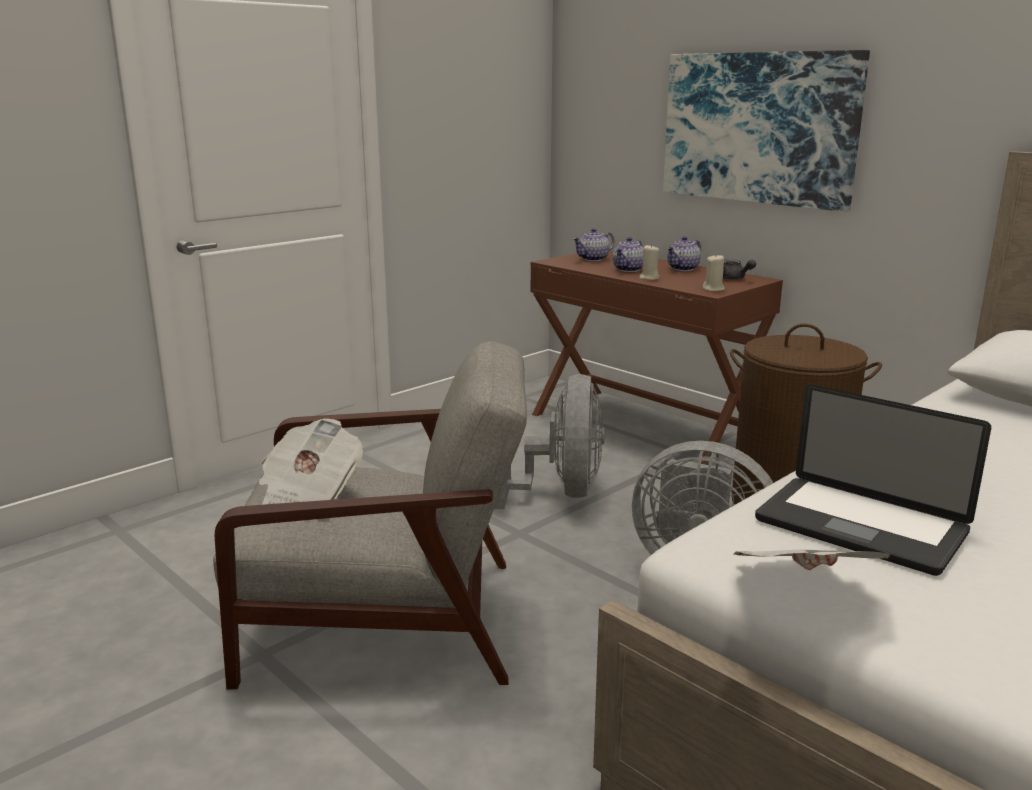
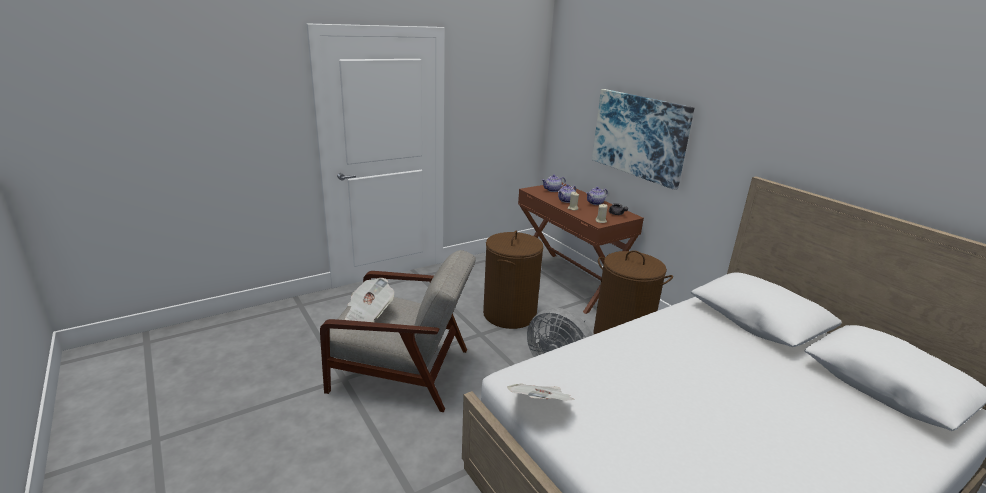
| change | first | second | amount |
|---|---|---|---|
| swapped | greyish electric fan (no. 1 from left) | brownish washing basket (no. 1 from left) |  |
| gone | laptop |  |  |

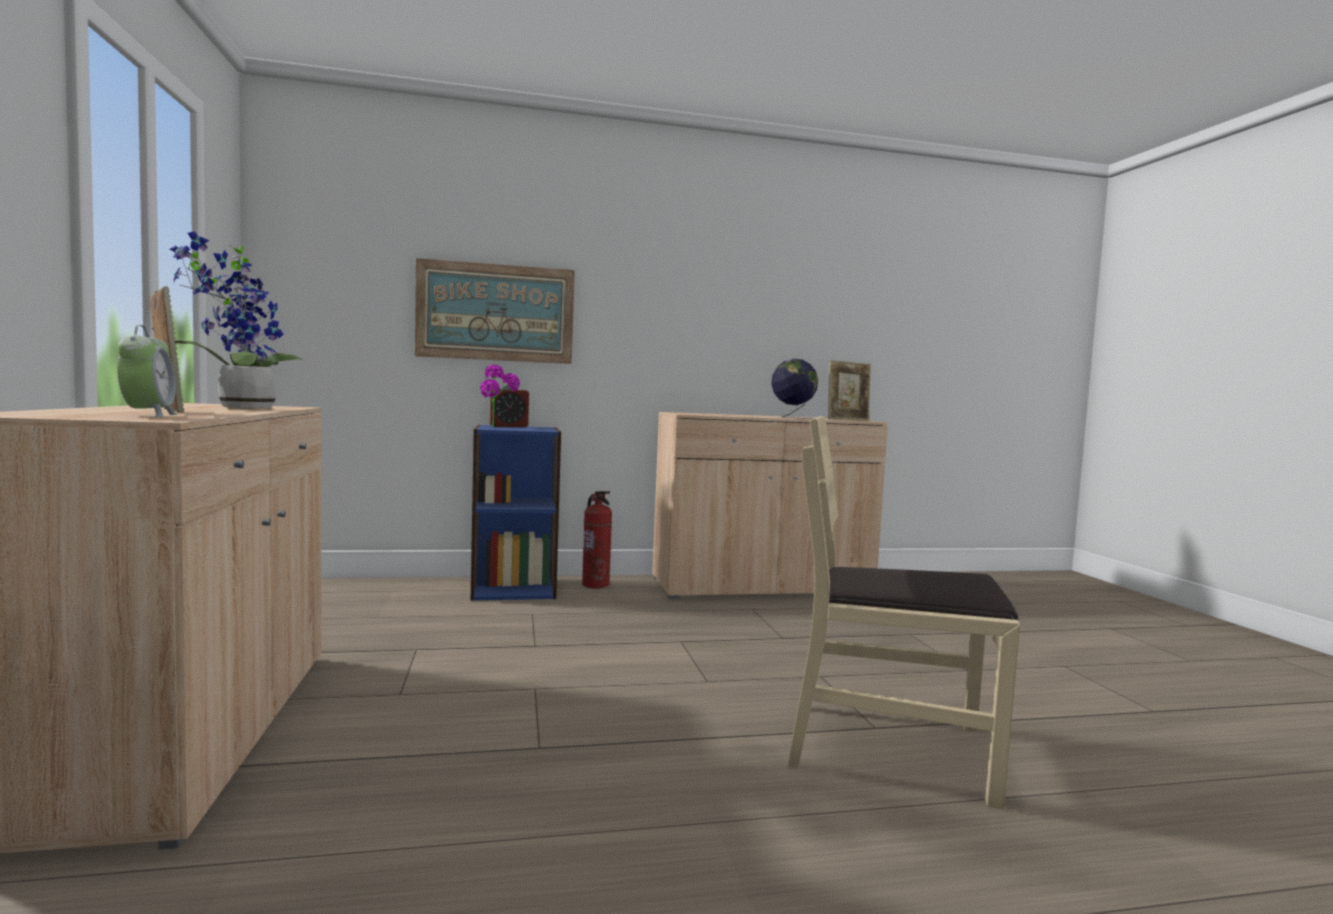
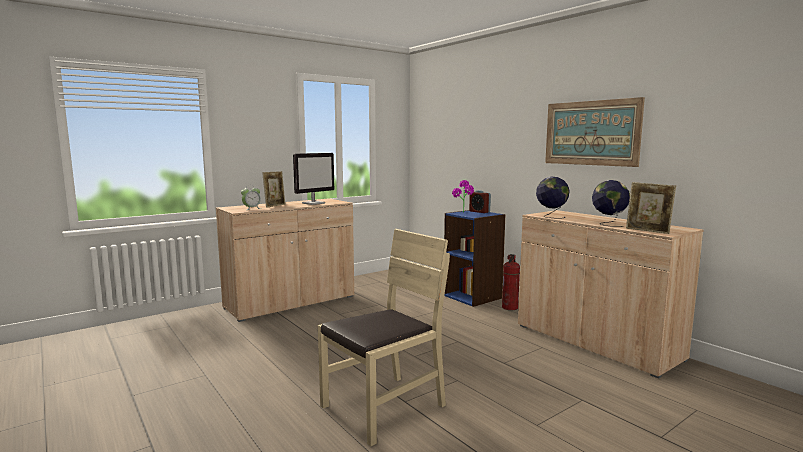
| change | first | second | amount |
|---|---|---|---|
| swapped | potted plant (no. 1 from left) | computer screen |  |
| shifted | picture |  |  |
| rotated | beige-coloured chair |  | 60 degrees clockwise |
| new |  | world globe (no. 1 from left) |  |

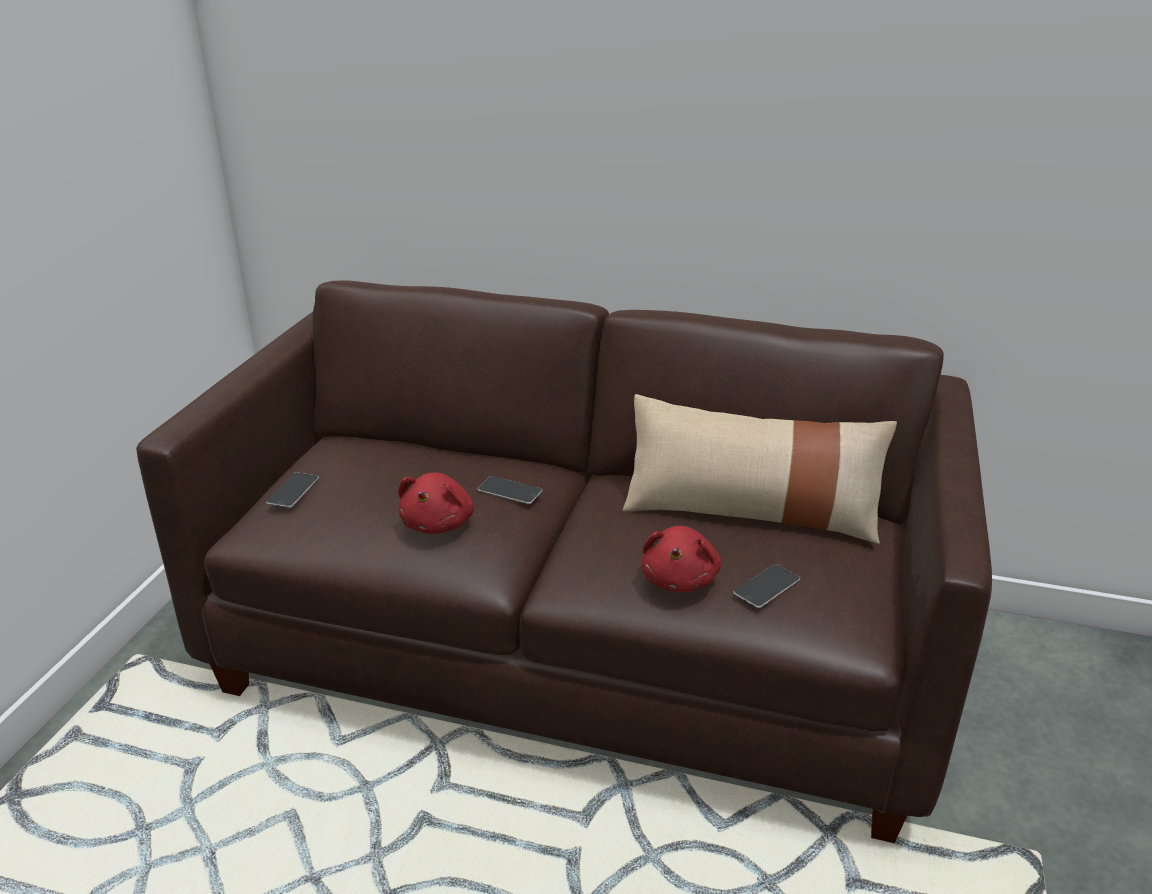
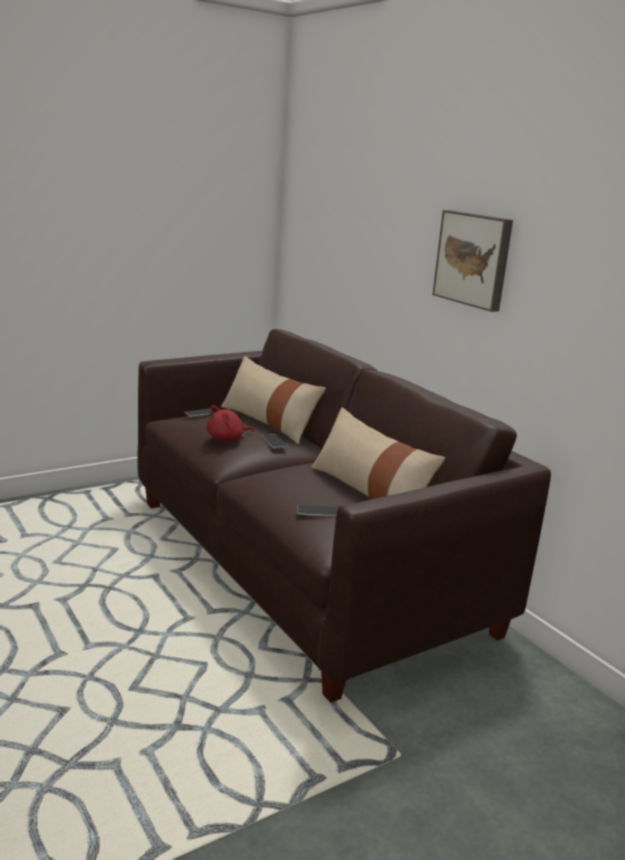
| change | first | second | amount |
|---|---|---|---|
| gone | red-coloured cuddly toy (no. 2 from left) |  |  |
| new |  | beige-coloured throw pillow (no. 1 from left) |  |
| new |  | picture |  |

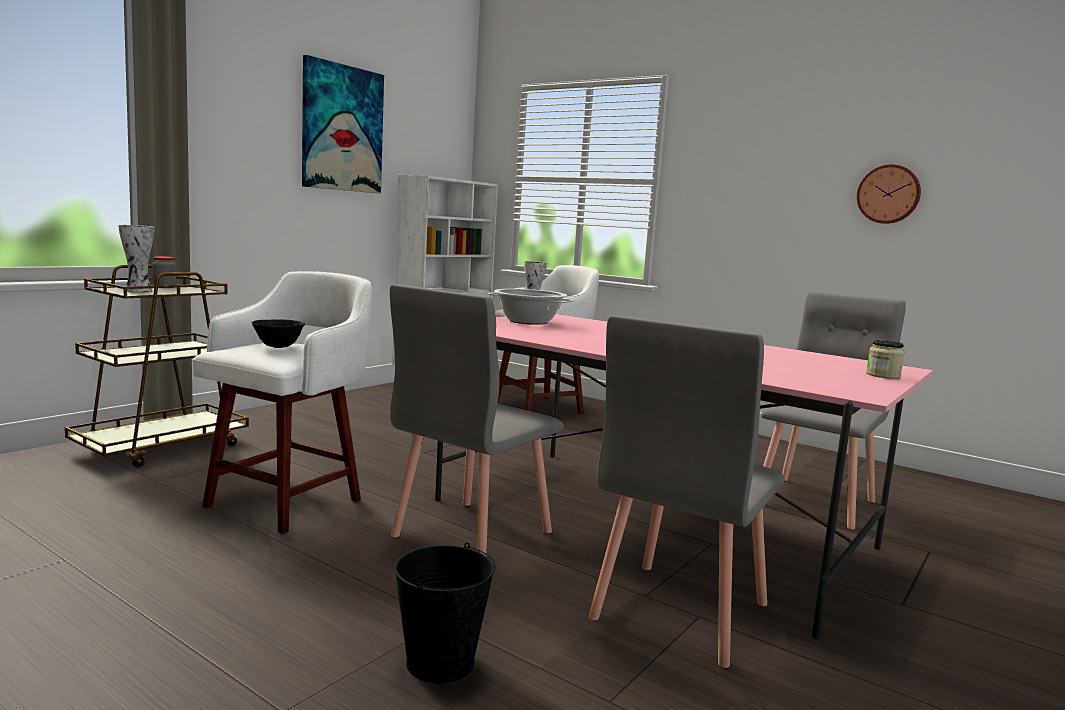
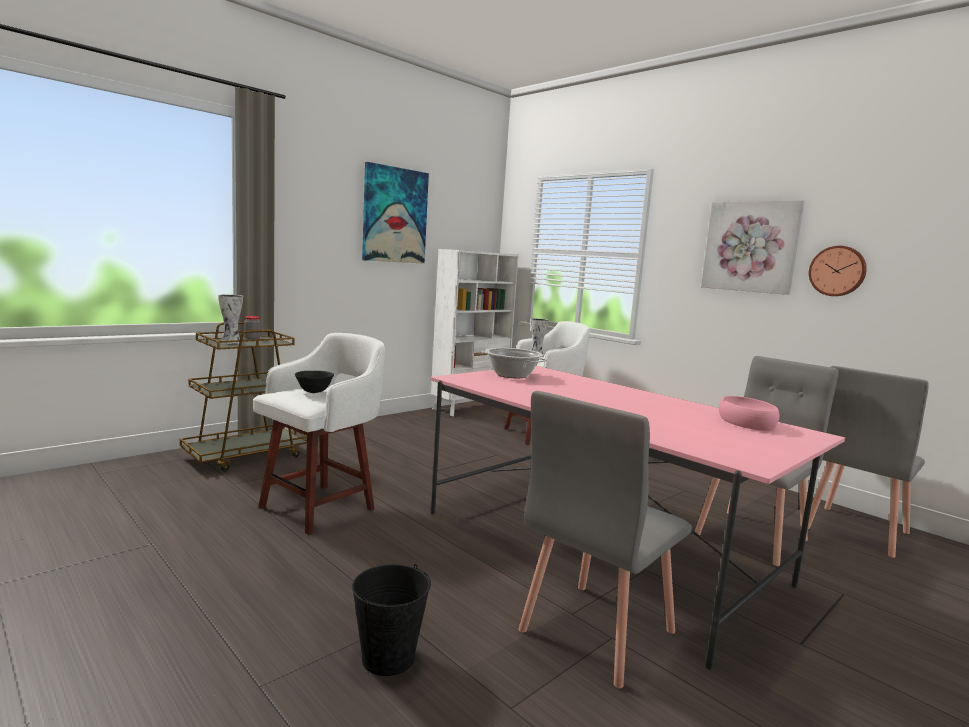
| change | first | second | amount |
|---|---|---|---|
| shifted | greyish chair (no. 1 from left in the first image) | greyish chair (no. 3 from left) |  |
| gone | jar (no. 2 from left) |  |  |
| new |  | picture (no. 2 from left) |  |
| new |  | pink bowl |  |

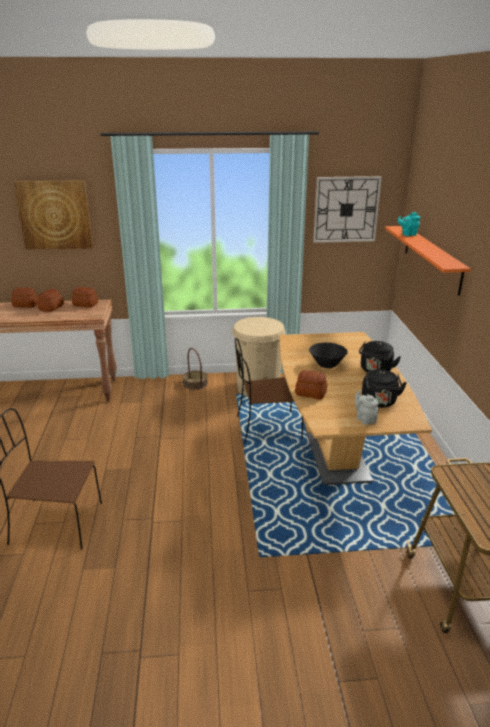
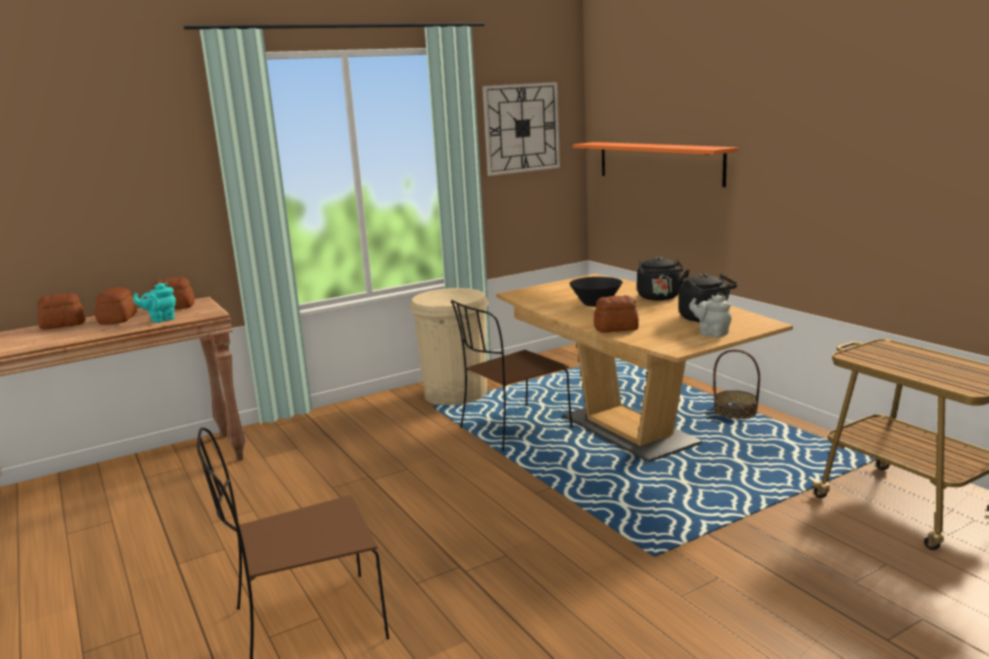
| change | first | second | amount |
|---|---|---|---|
| gone | picture |  |  |
| shifted | basket |  |  |
| shifted | turquoise-coloured pot for tea |  |  |

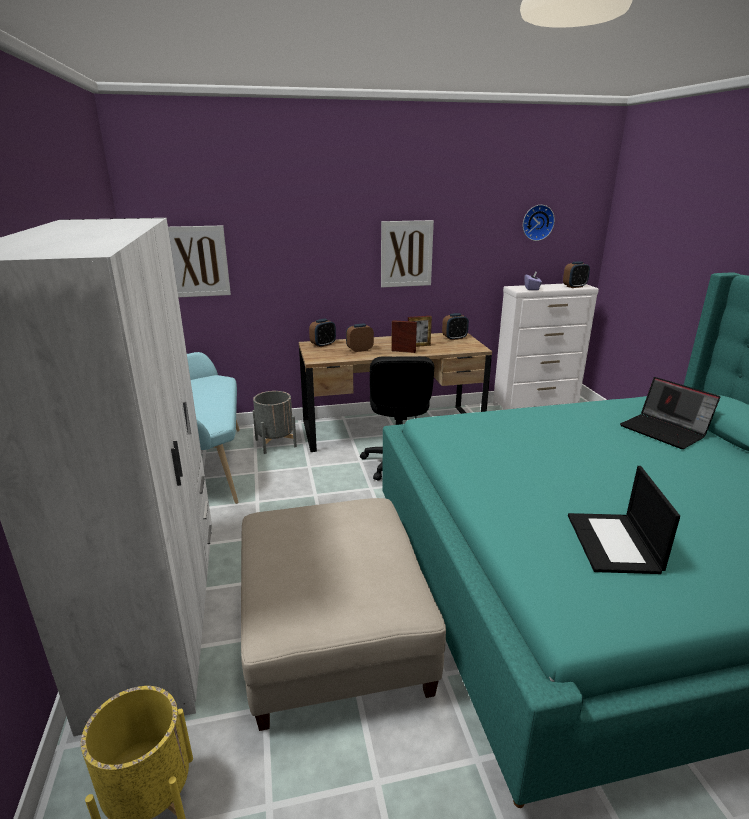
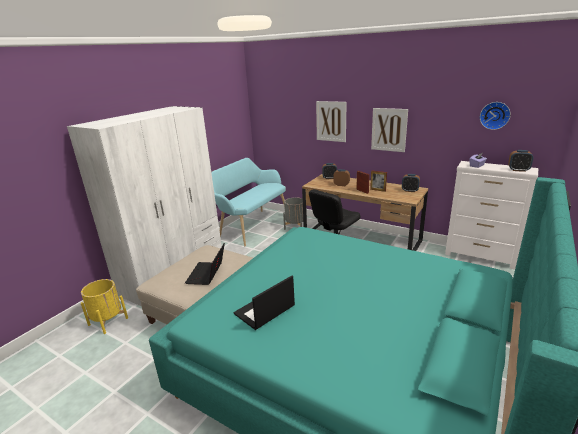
| change | first | second | amount |
|---|---|---|---|
| shifted | picture (no. 1 from left) |  |  |
| shifted | laptop (no. 2 from left in the first image) | laptop (no. 1 from left) |  |

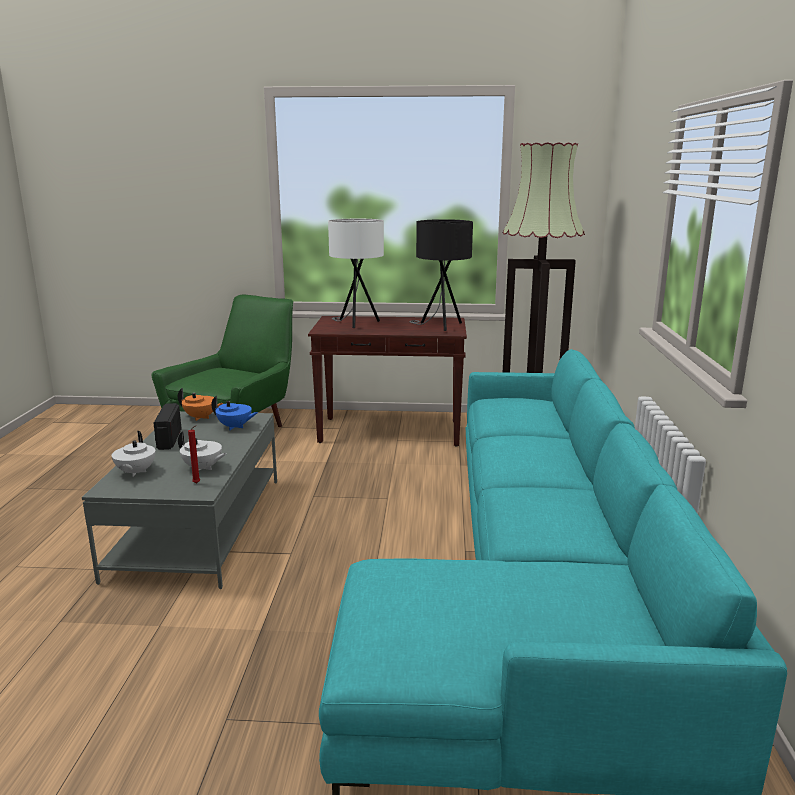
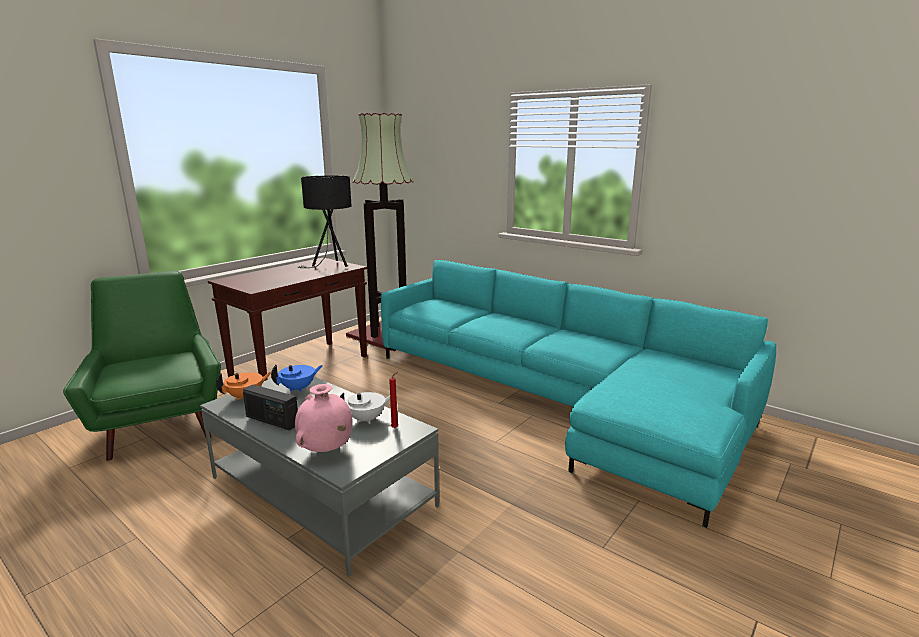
| change | first | second | amount |
|---|---|---|---|
| swapped | whitish pot for tea (no. 1 from left) | pink flower vase |  |
| gone | whitish table lamp |  |  |

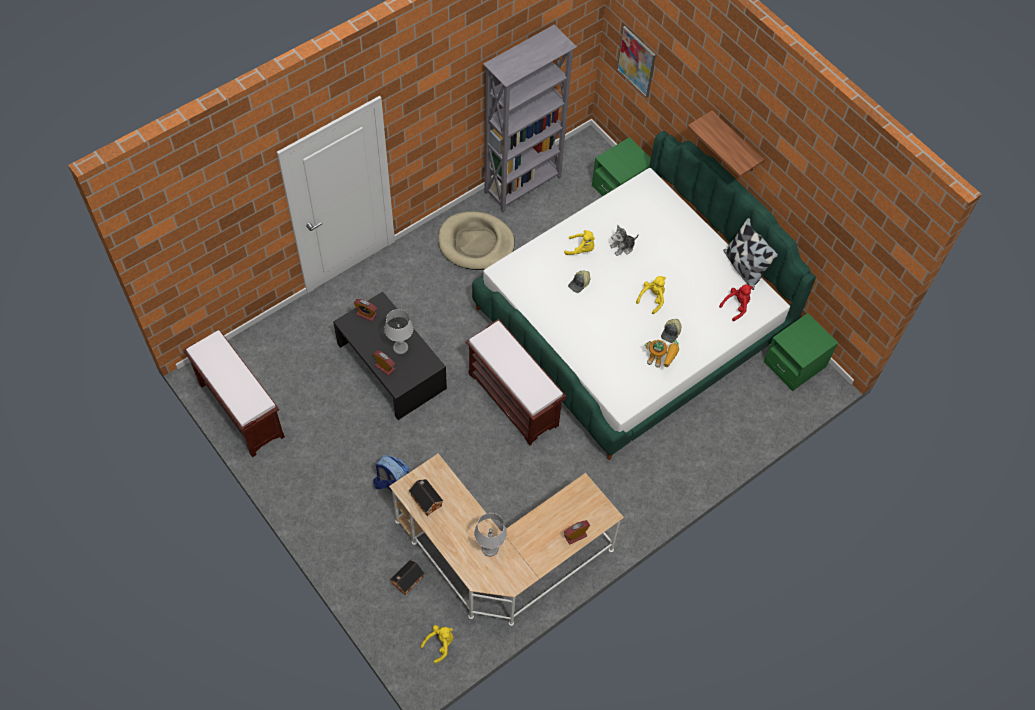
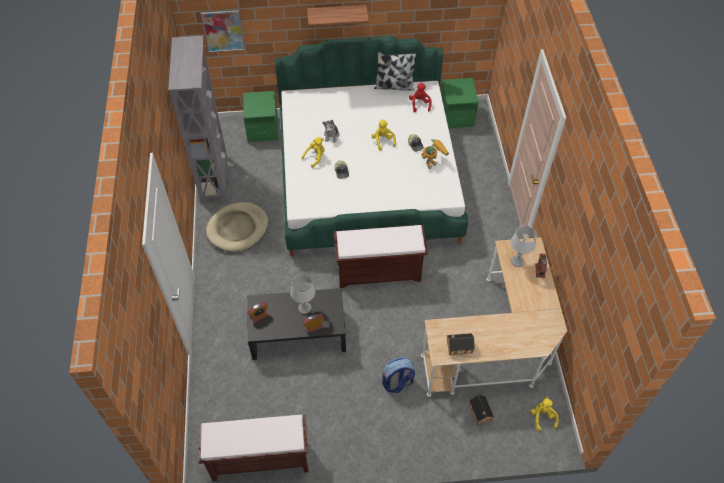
| change | first | second | amount |
|---|---|---|---|
| shifted | greyish table lamp (no. 2 from left) |  |  |

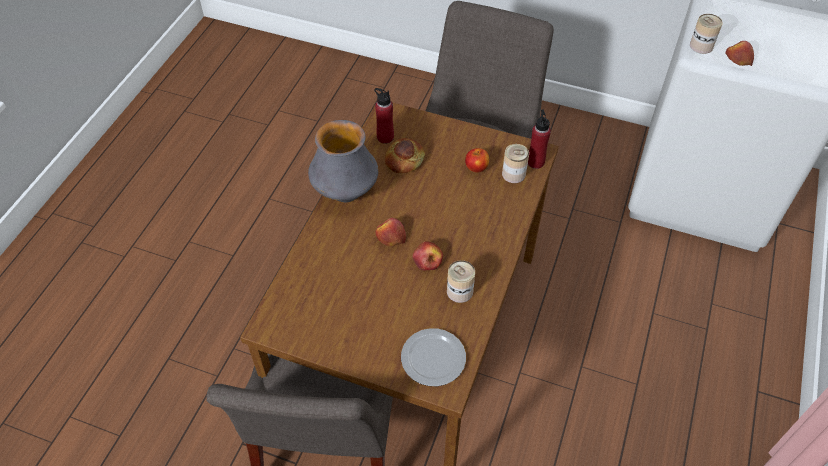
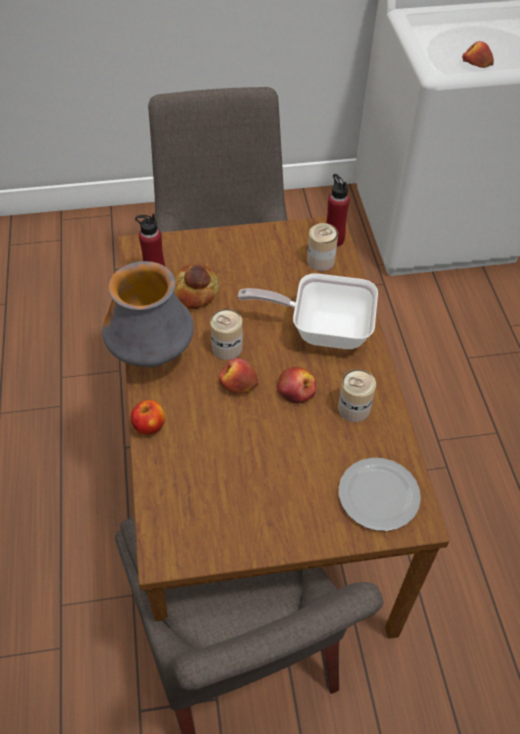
| change | first | second | amount |
|---|---|---|---|
| shifted | apple (no. 3 from left in the first image) | apple (no. 1 from left) |  |
| shifted | metal can (no. 3 from left in the first image) | metal can (no. 1 from left) |  |
| new |  | skillet |  |

